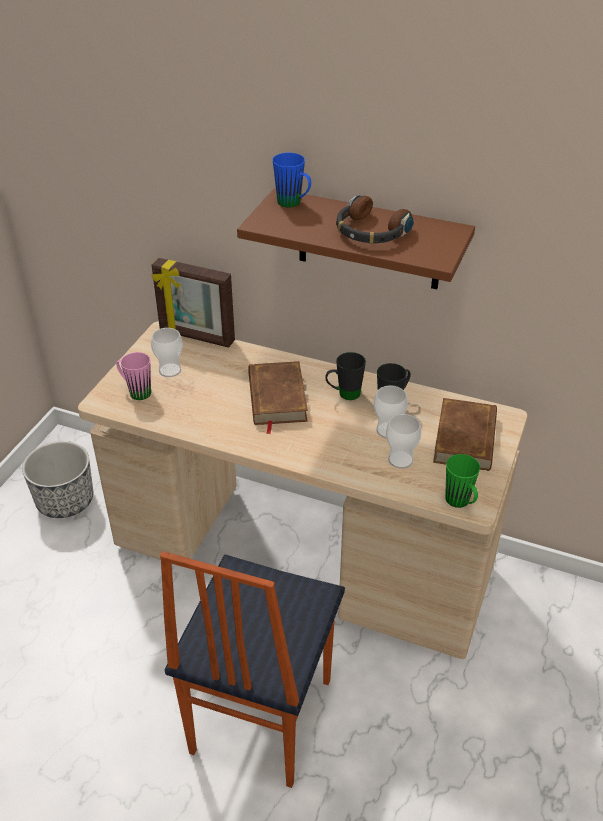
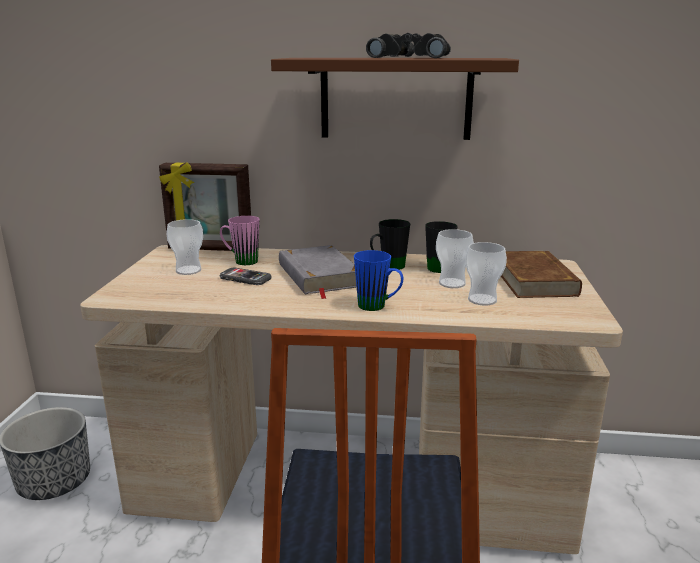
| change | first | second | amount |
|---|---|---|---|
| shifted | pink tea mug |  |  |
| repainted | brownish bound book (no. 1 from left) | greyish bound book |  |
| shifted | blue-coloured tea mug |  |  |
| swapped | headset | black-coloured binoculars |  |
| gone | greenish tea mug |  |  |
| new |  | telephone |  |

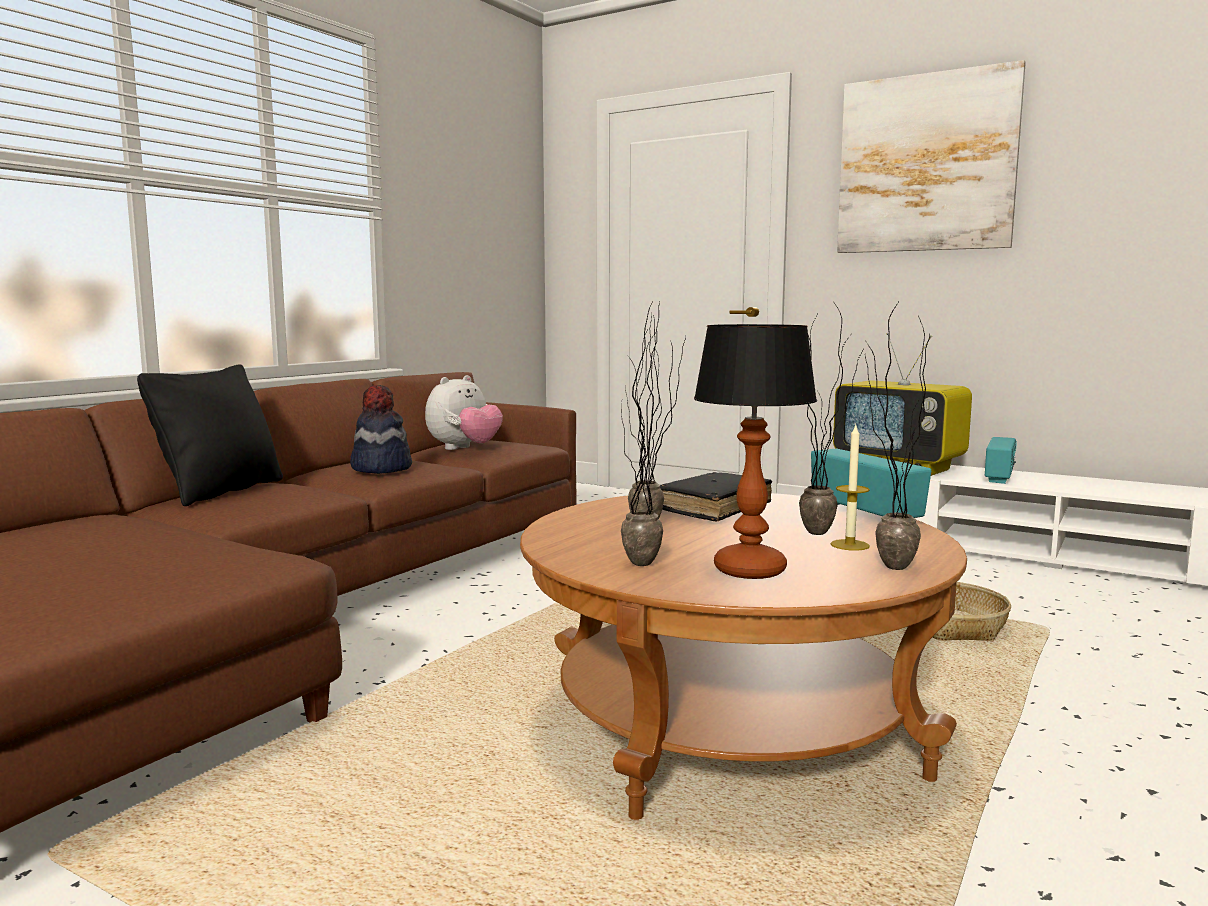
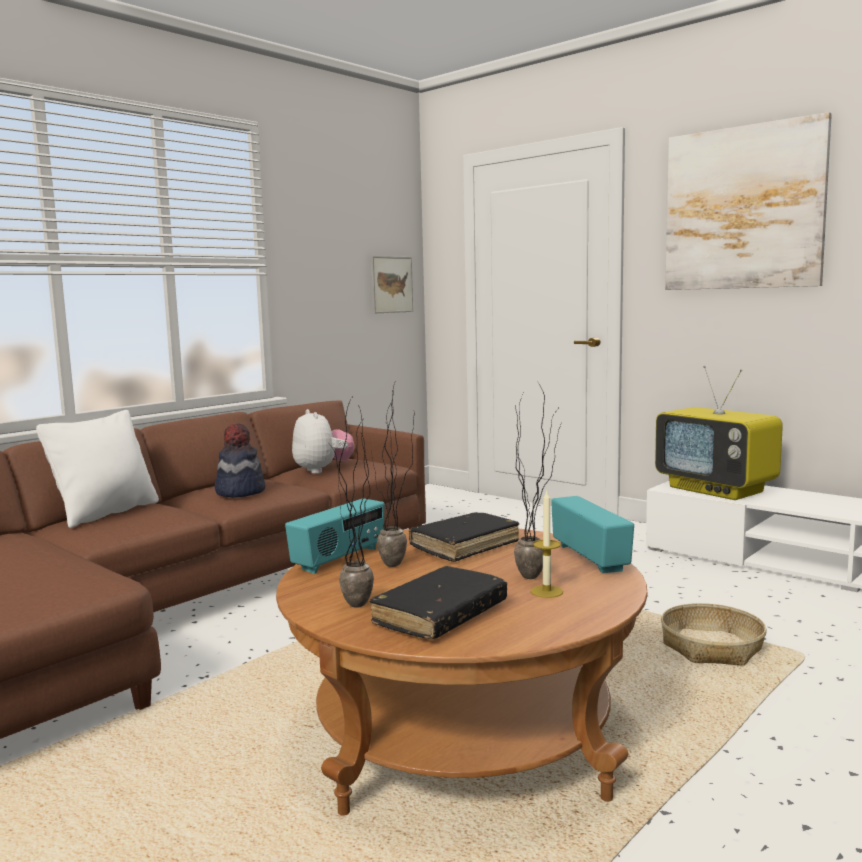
| change | first | second | amount |
|---|---|---|---|
| repainted | black-coloured throw pillow | whitish throw pillow |  |
| rotated | cuddly toy |  | 75 degrees counterclockwise |
| swapped | table lamp | black-coloured bound book (no. 1 from left) |  |
| gone | potted plant (no. 4 from left) |  |  |
| shifted | radio receiver (no. 2 from left in the first image) | radio receiver (no. 1 from left) |  |
| new |  | picture (no. 1 from left) |  |

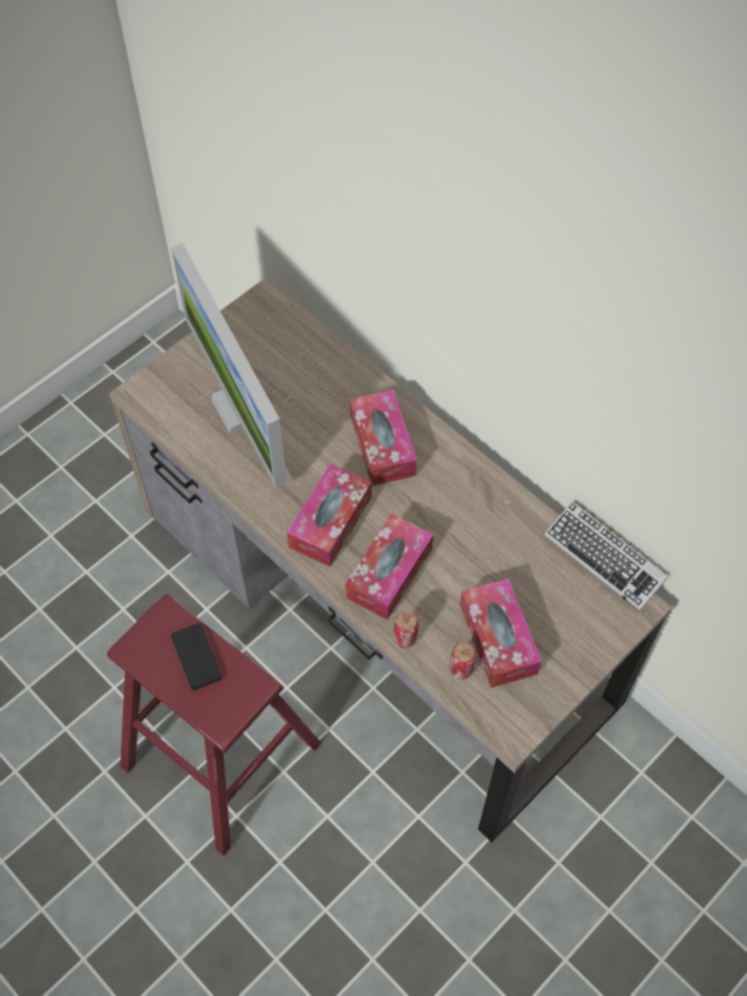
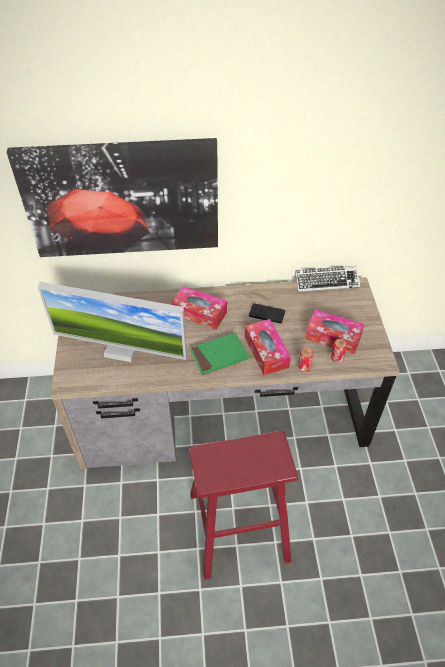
| change | first | second | amount |
|---|---|---|---|
| shifted | black-coloured joypad |  |  |
| swapped | tissue holder (no. 1 from left) | greenish bound book |  |
| new |  | picture |  |

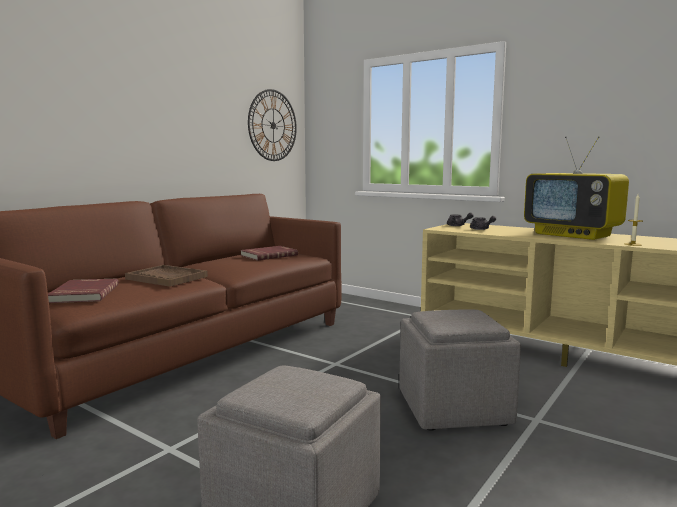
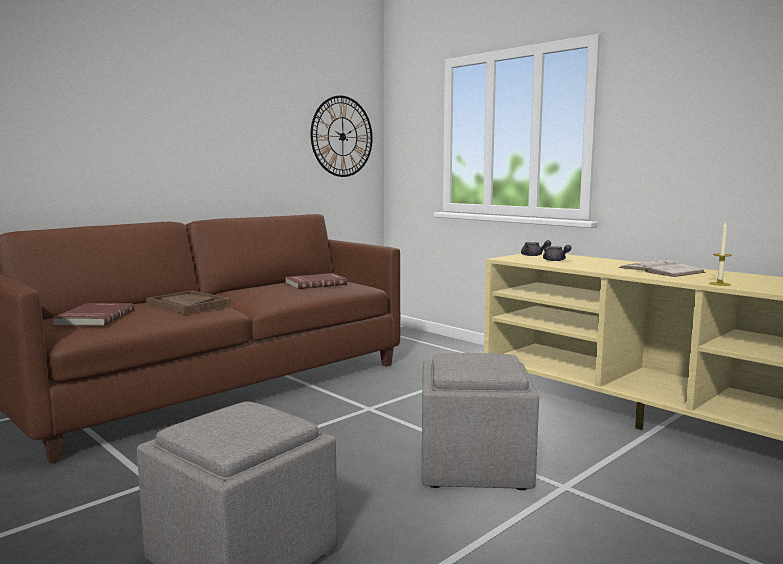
| change | first | second | amount |
|---|---|---|---|
| swapped | television | whitish bound book |  |

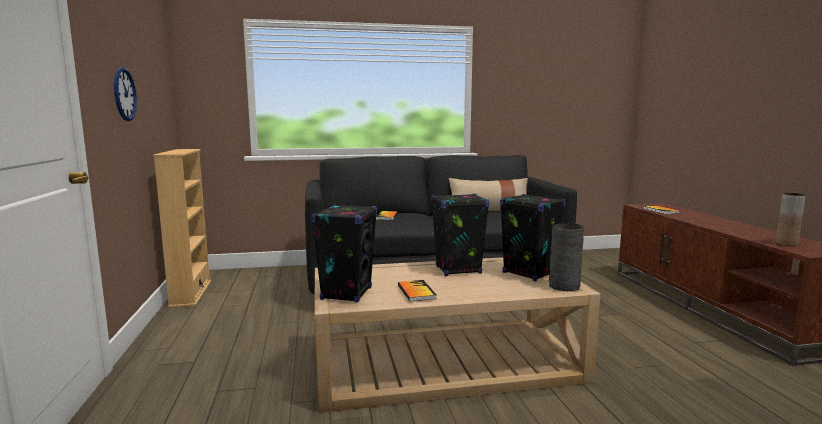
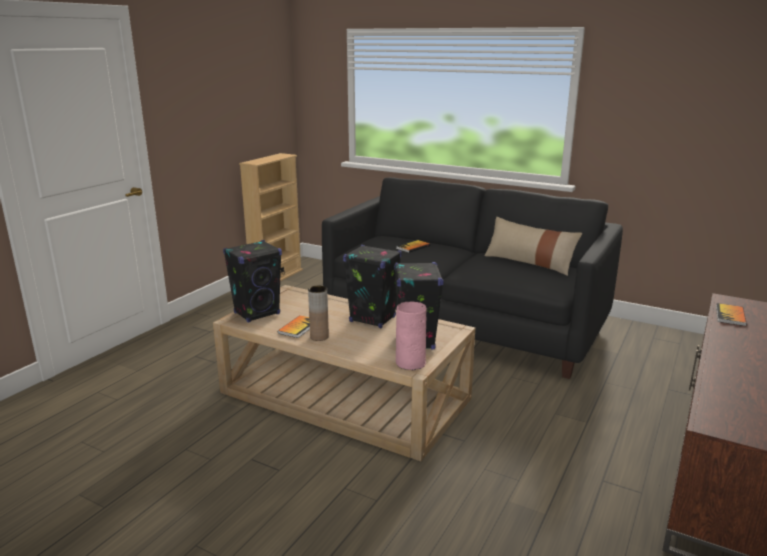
| change | first | second | amount |
|---|---|---|---|
| gone | wall clock |  |  |
| repainted | greyish flower vase | pink flower vase |  |
| shifted | brownish flower vase |  |  |

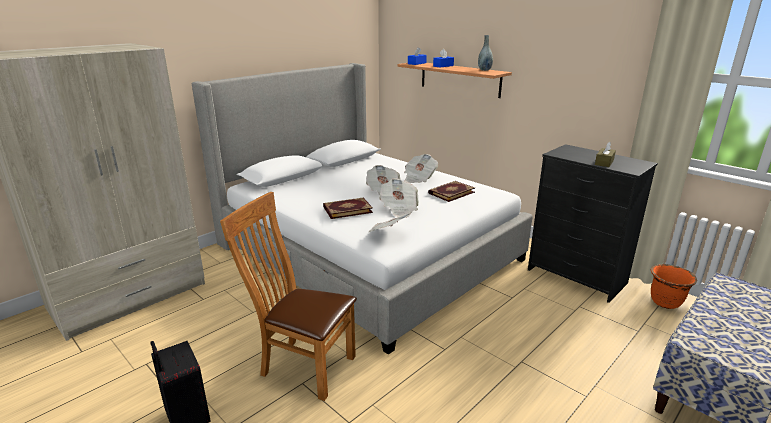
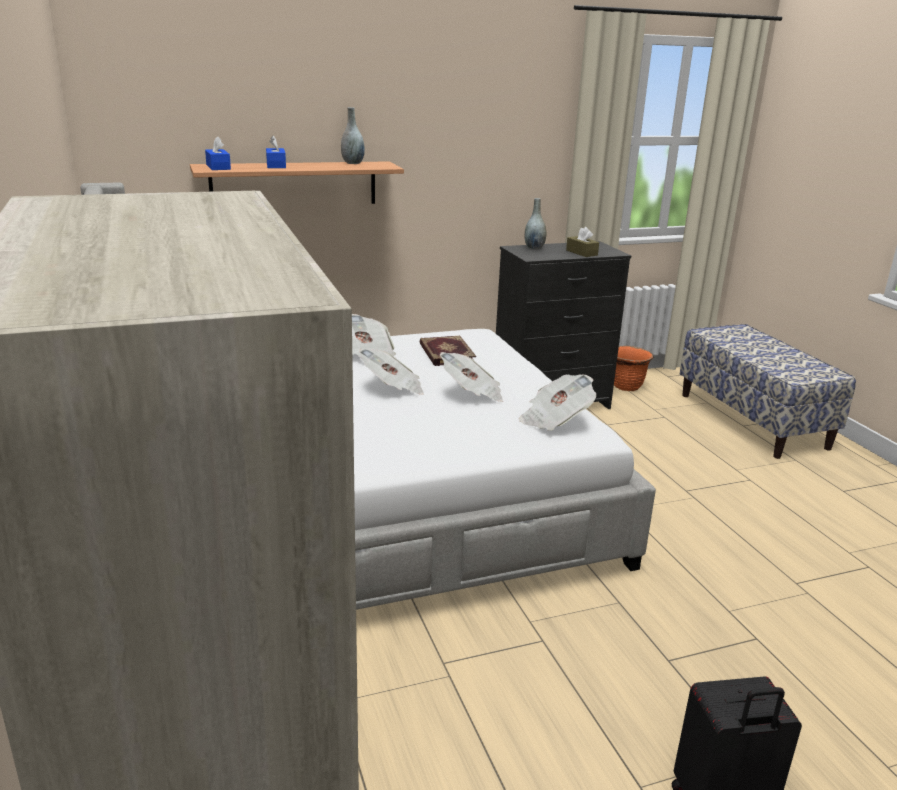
| change | first | second | amount |
|---|---|---|---|
| gone | brownish chair |  |  |
| gone | bound book (no. 1 from left) |  |  |
| new |  | greyish flower vase (no. 2 from left) |  |

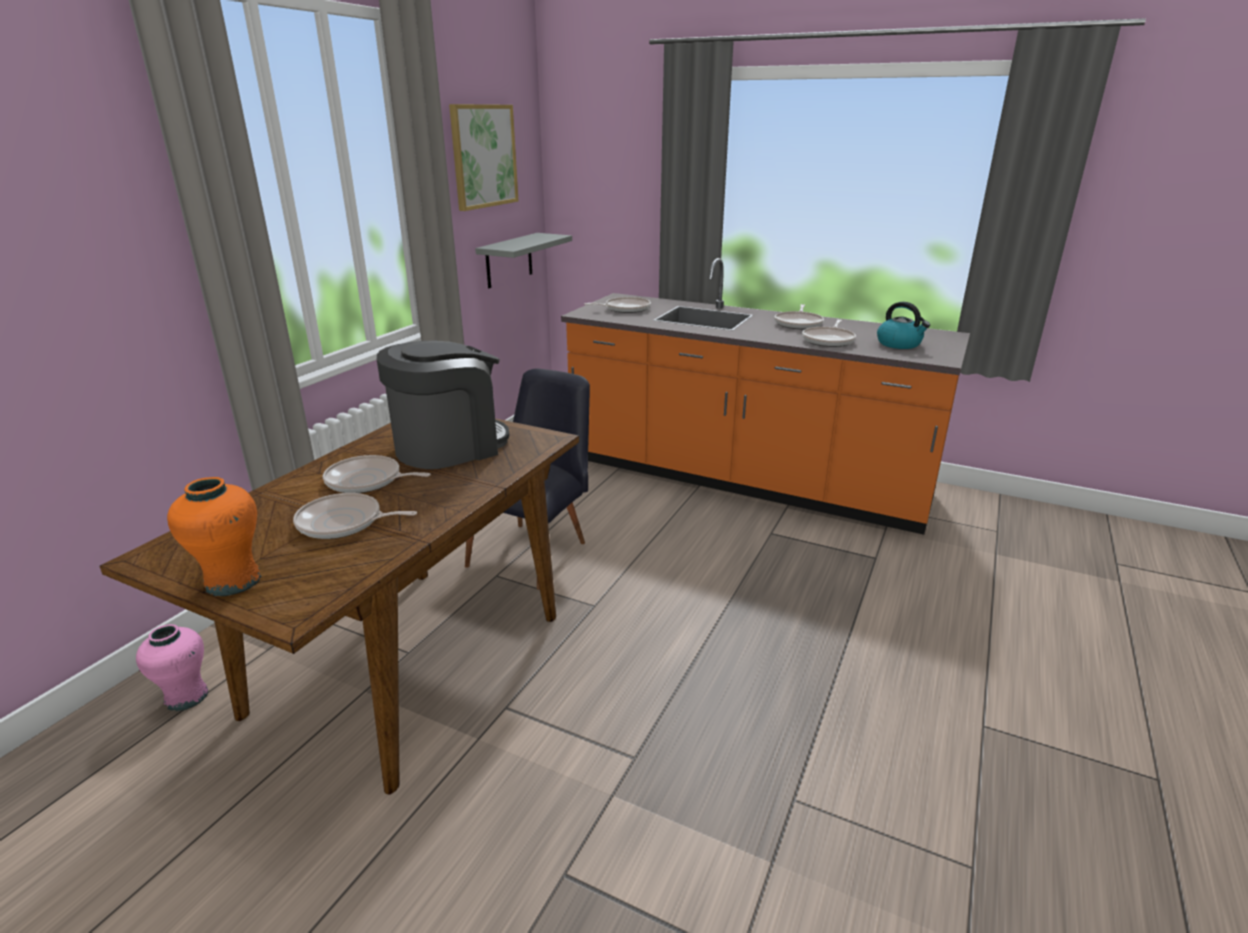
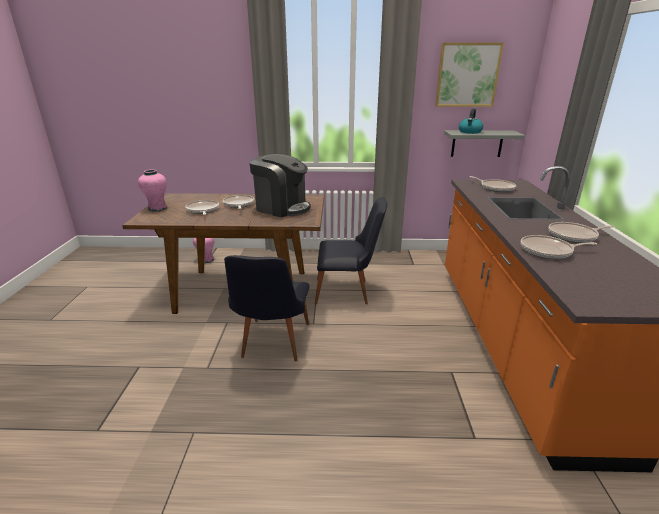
| change | first | second | amount |
|---|---|---|---|
| repainted | orange-coloured flower vase | pink flower vase (no. 1 from left) |  |
| shifted | tea kettle |  |  |
| new |  | black-coloured chair (no. 1 from left) |  |

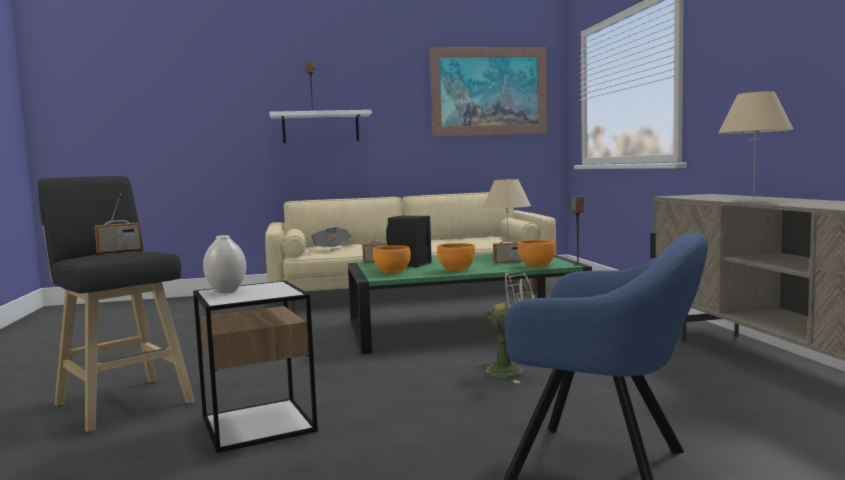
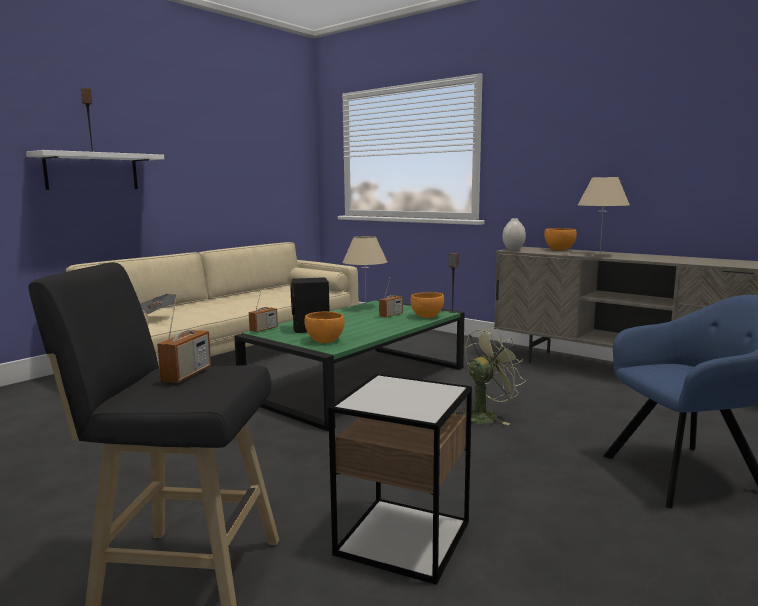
| change | first | second | amount |
|---|---|---|---|
| shifted | whitish flower vase |  |  |
| gone | picture |  |  |
| shifted | orange-coloured bowl (no. 2 from left in the first image) | orange-coloured bowl (no. 3 from left) |  |

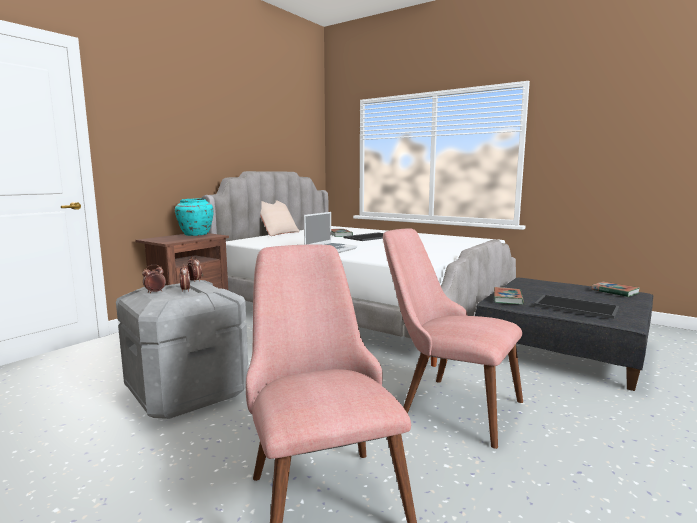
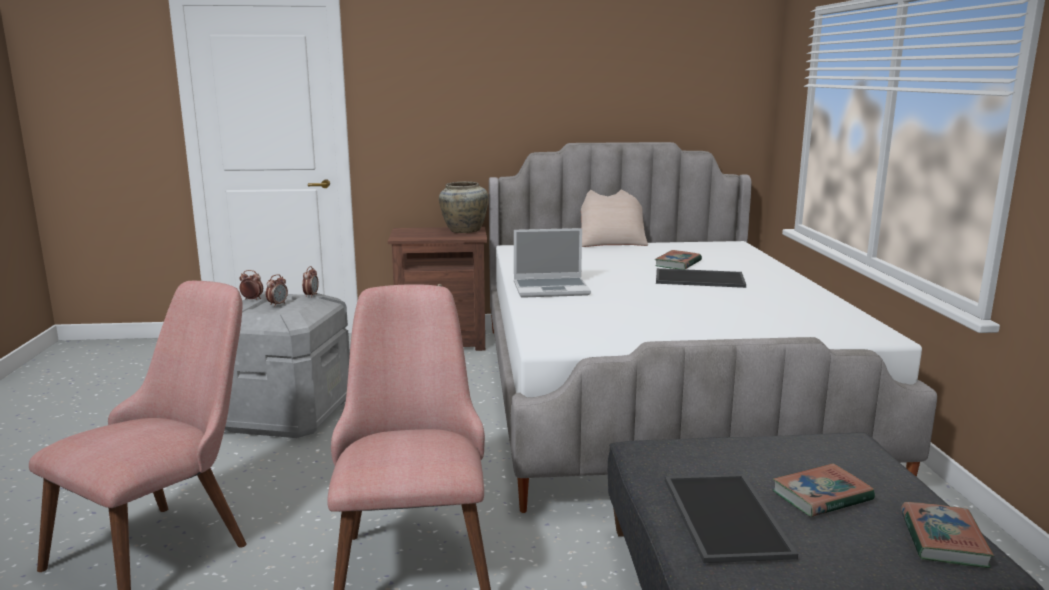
| change | first | second | amount |
|---|---|---|---|
| repainted | turquoise-coloured flower vase | beige-coloured flower vase |  |
| shifted | bound book (no. 2 from left) |  |  |

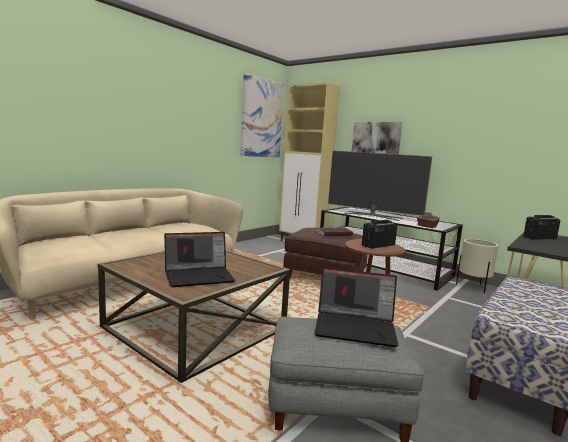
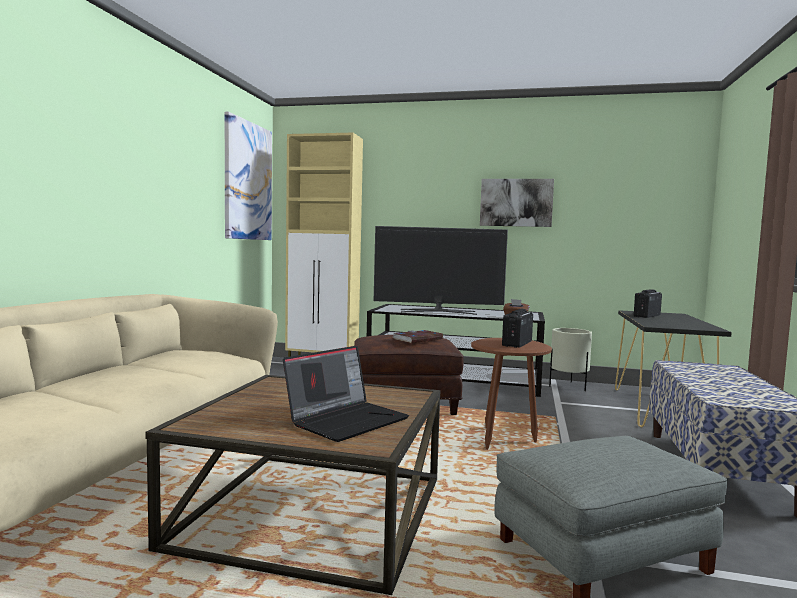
| change | first | second | amount |
|---|---|---|---|
| gone | laptop (no. 2 from left) |  |  |
| shifted | picture (no. 2 from left) |  |  |

